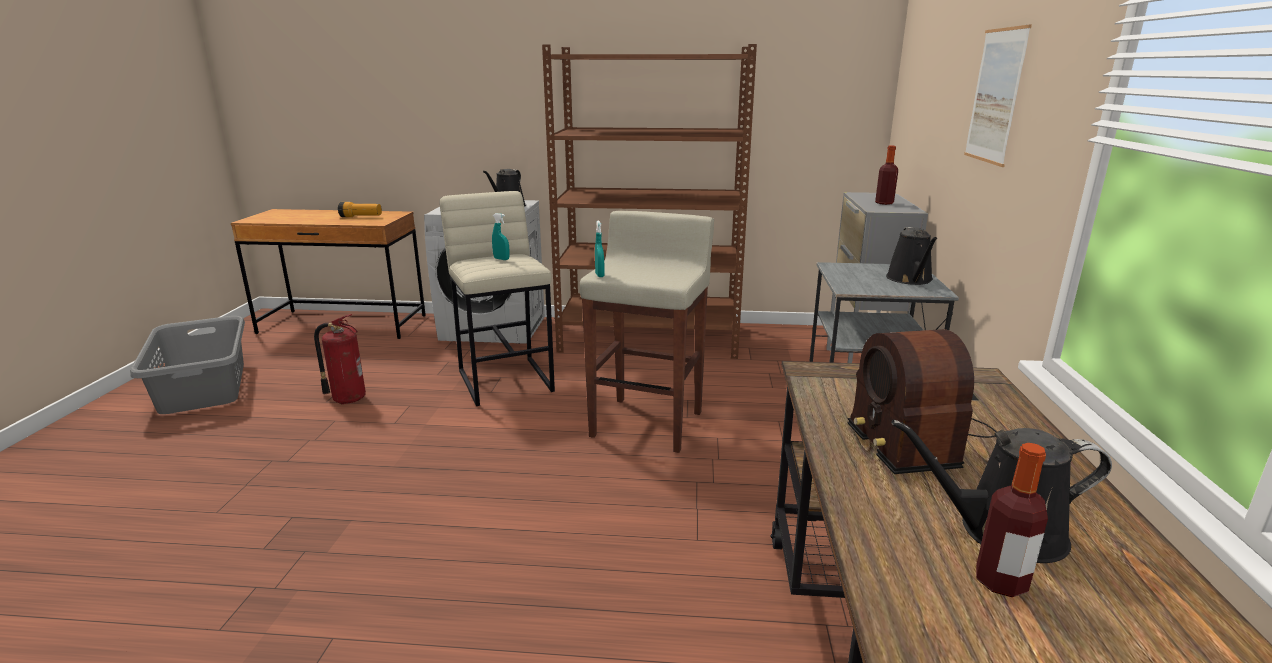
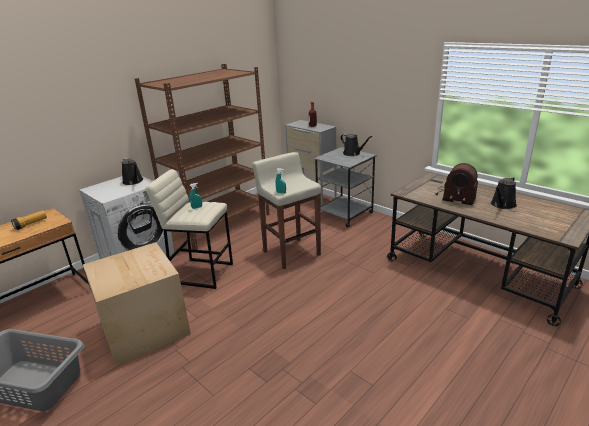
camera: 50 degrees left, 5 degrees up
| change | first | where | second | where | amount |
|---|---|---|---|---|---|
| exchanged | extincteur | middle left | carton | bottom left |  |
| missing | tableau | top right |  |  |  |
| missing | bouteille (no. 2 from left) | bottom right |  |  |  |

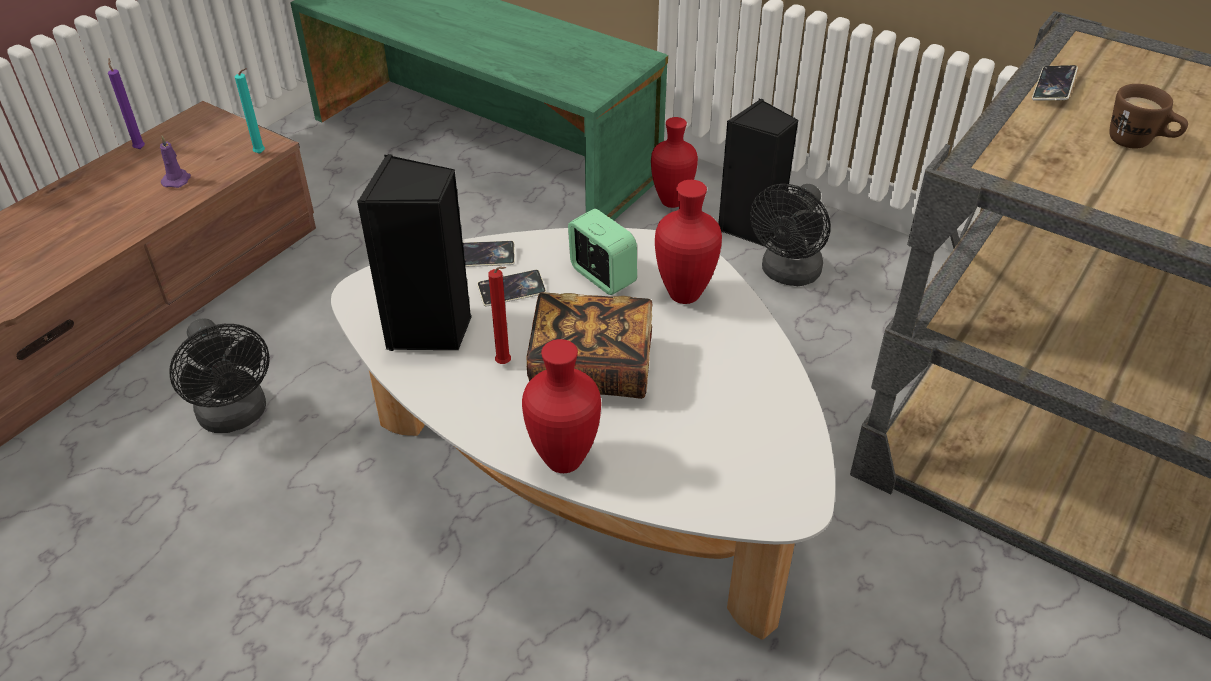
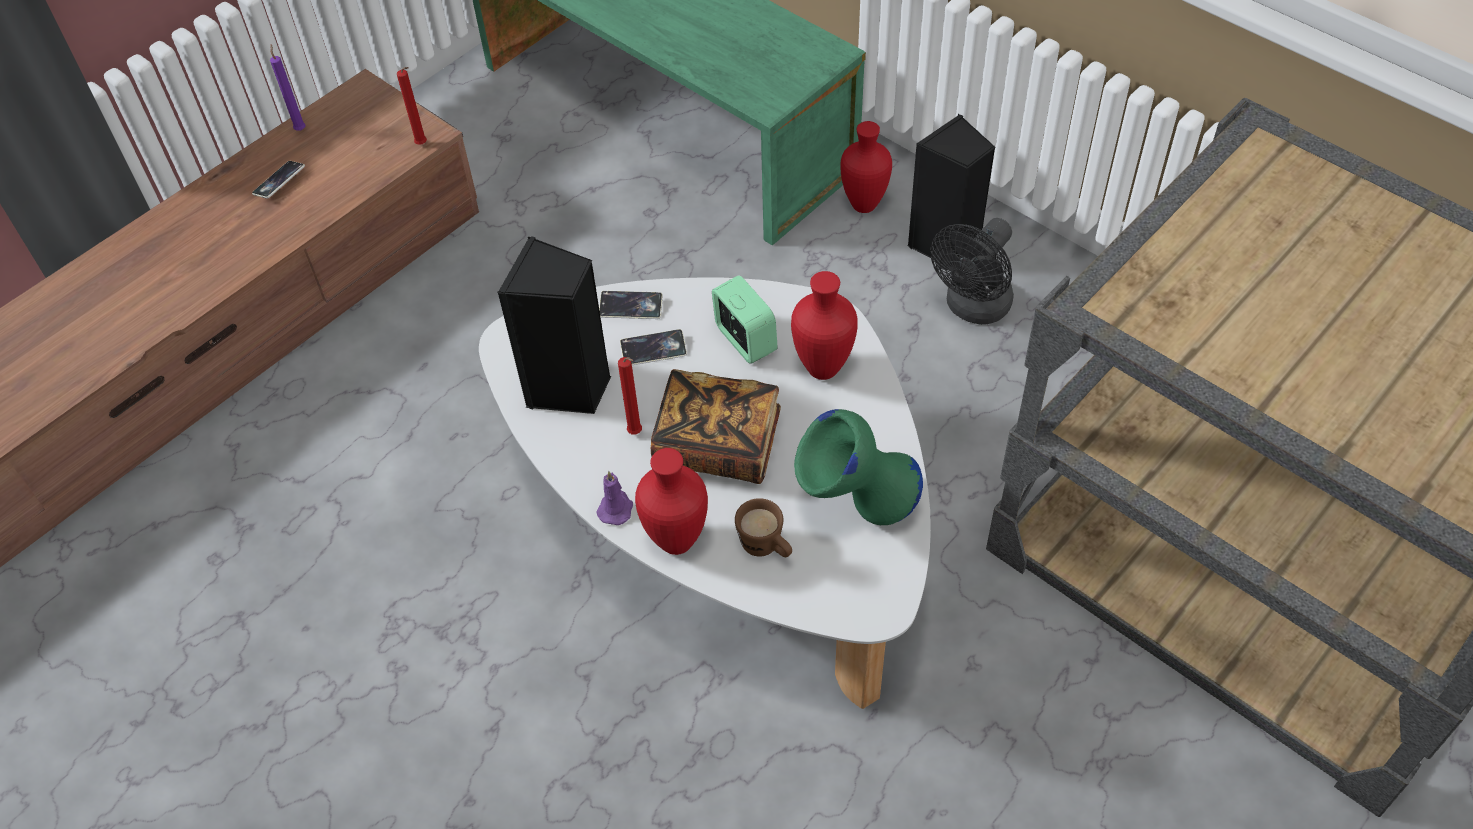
camera: 10 degrees right, 10 degrees up
| change | first | where | second | where | amount |
|---|---|---|---|---|---|
| relocated | téléphone (no. 3 from left in the first image) | top right | téléphone (no. 1 from left) | top left |  |
| colour | bougie/turquoise | top left | bougie/rouge (no. 1 from left) | top left |  |
| relocated | bougie/violet (no. 2 from left) | top left |  | centre |  |
| relocated | mug/marron | top right |  | centre |  |
| appeared |  |  | vase/vert | centre |  |
| missing | ventilateur/noir (no. 1 from left) | middle left |  |  |  |

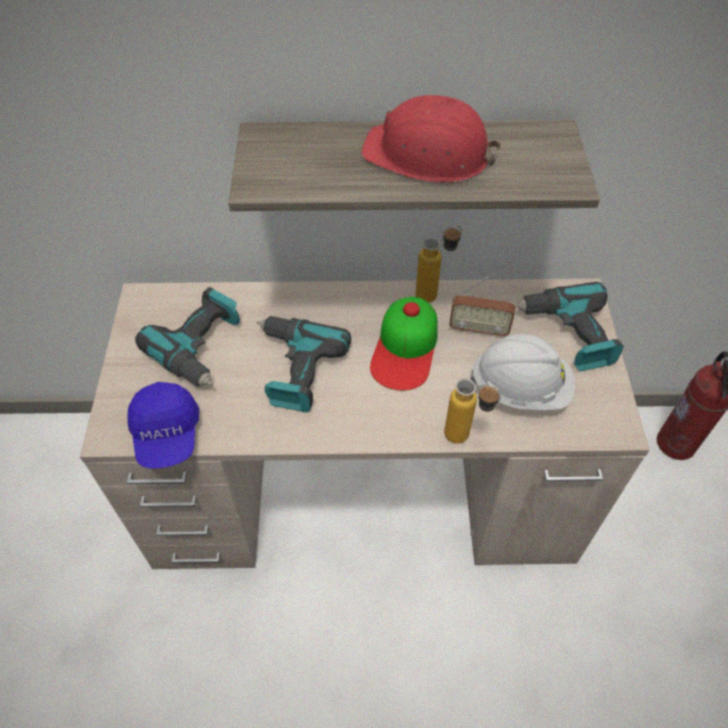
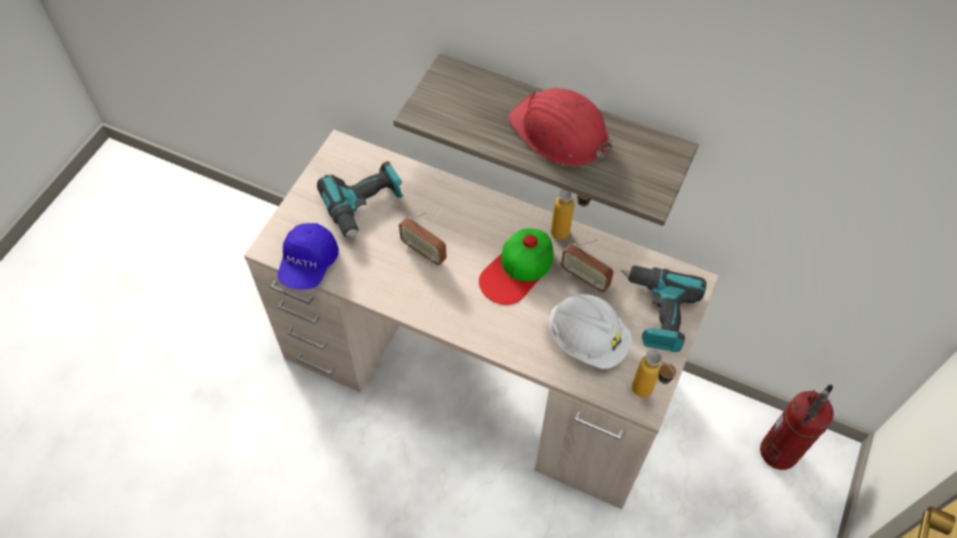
camera: 25 degrees right, 5 degrees up
| change | first | where | second | where | amount |
|---|---|---|---|---|---|
| exchanged | perceuse (no. 2 from left) | centre | radio (no. 1 from left) | centre |  |
| relocated | bouteille (no. 2 from left) | centre |  | bottom right |  |

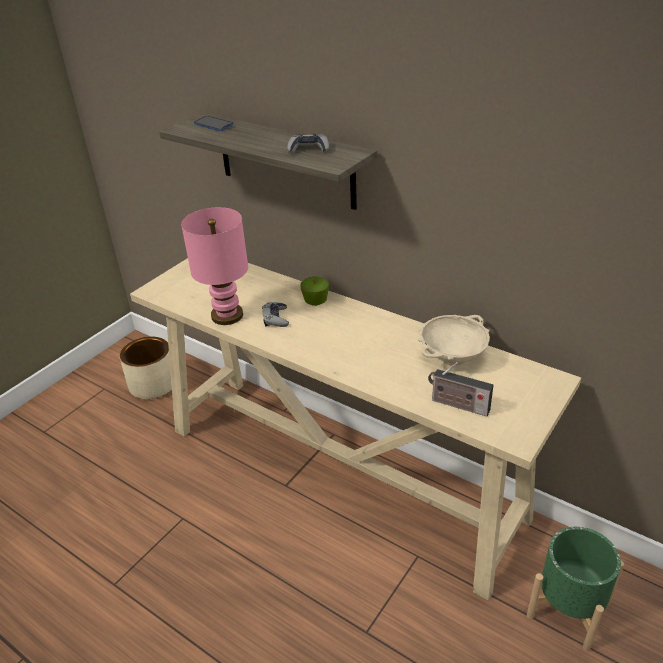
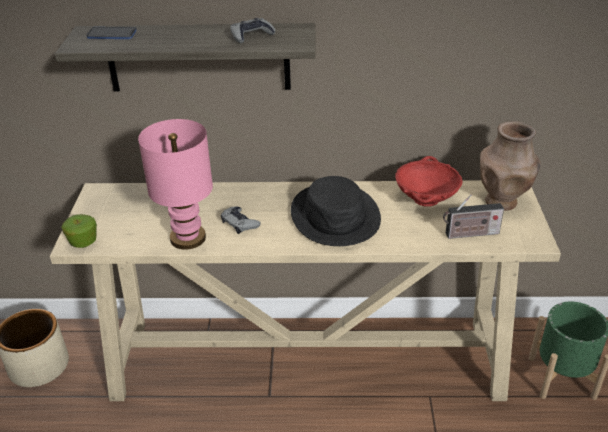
camera: 35 degrees left, 0 degrees up
| change | first | where | second | where | amount |
|---|---|---|---|---|---|
| relocated | pomme | centre |  | middle left |  |
| appeared |  |  | chapeau/noir | centre |  |
| colour | bol/beige | middle right | bol/rouge | middle right |  |
| appeared |  |  | vase/marron | middle right |  |

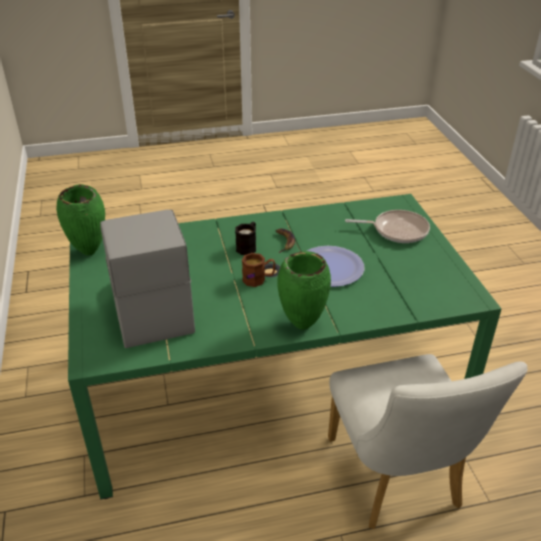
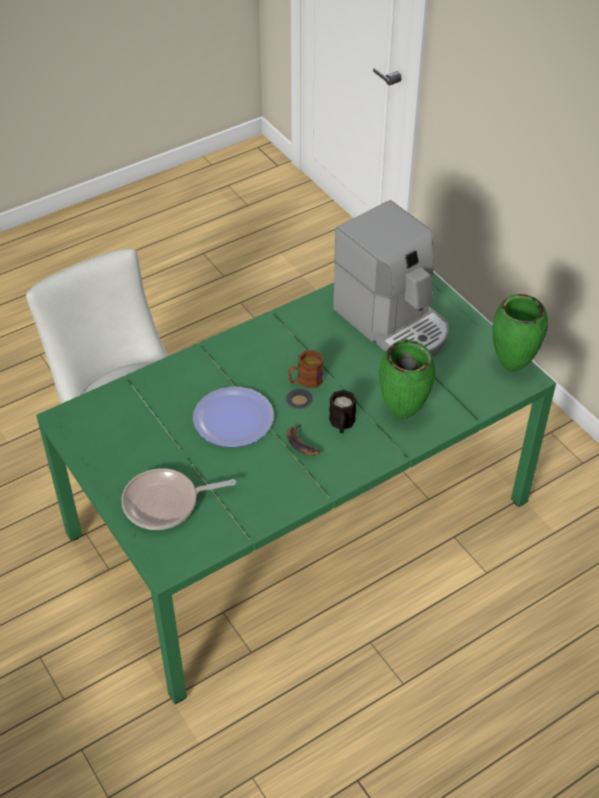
camera: 160 degrees right, 10 degrees up
| change | first | where | second | where | amount |
|---|---|---|---|---|---|
| relocated | vase/vert (no. 2 from left in the first image) | centre | vase/vert (no. 1 from left) | middle right |  |

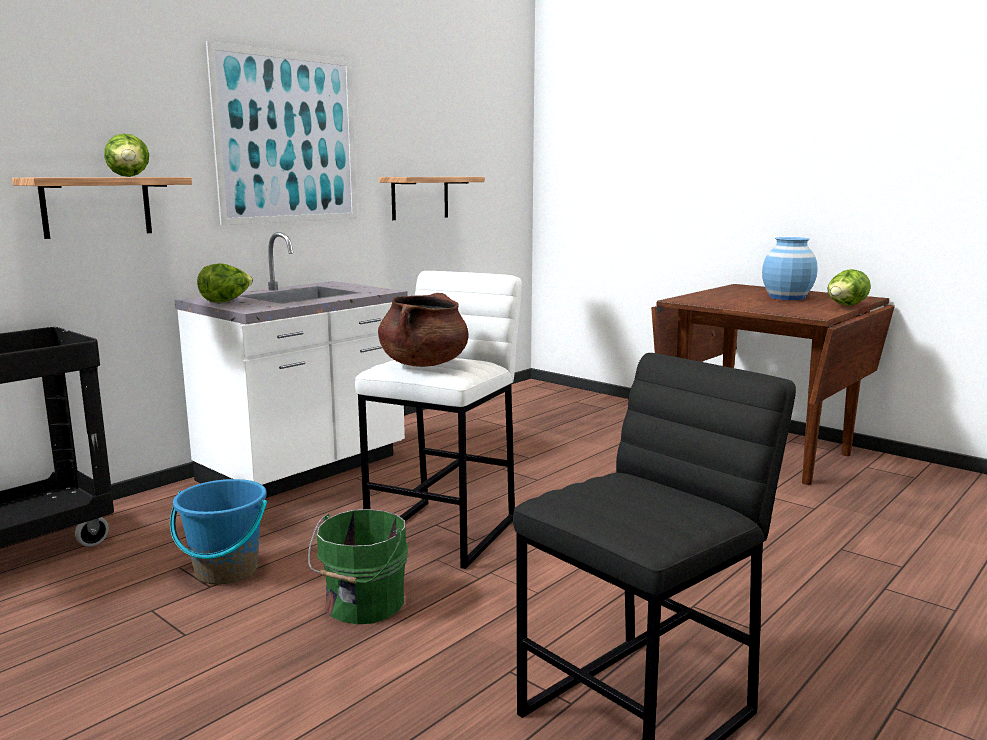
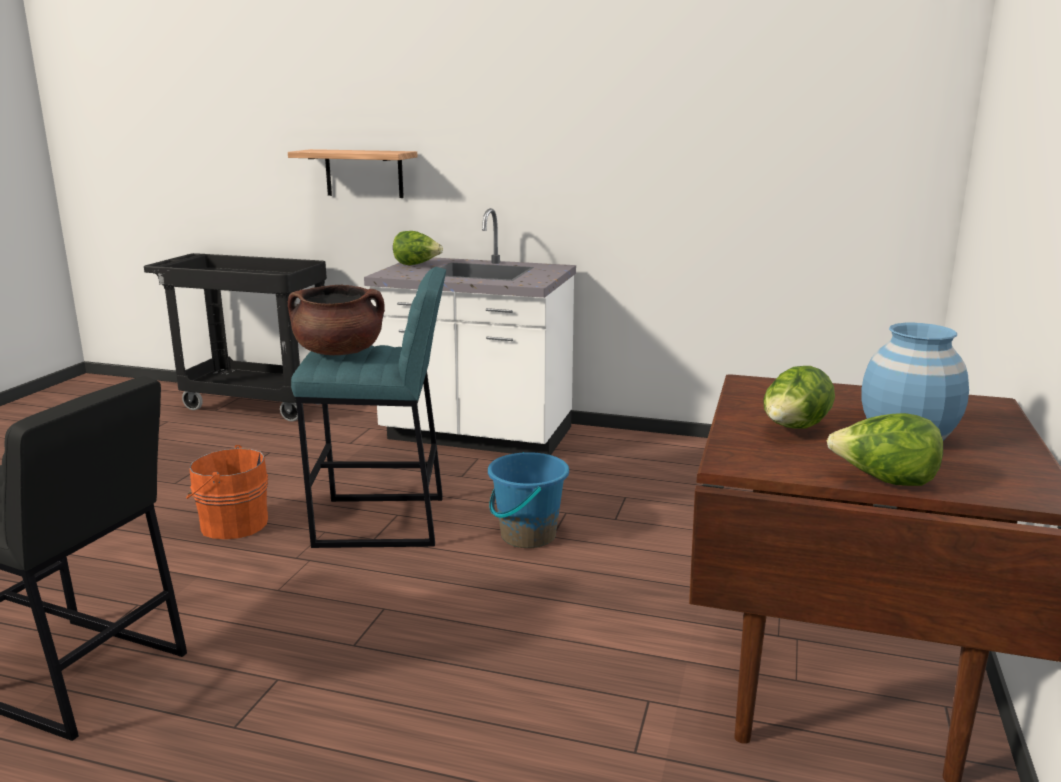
camera: 65 degrees right, 5 degrees up
| change | first | where | second | where | amount |
|---|---|---|---|---|---|
| colour | seau/vert | bottom centre | seau/orange | middle left |  |
| colour | tabouret/blanc | centre | tabouret/turquoise | centre |  |
| relocated | seau/bleu | bottom left |  | centre |  |
| relocated | laitue (no. 1 from left in the first image) | top left | laitue (no. 2 from left) | middle right |  |
| missing | tableau | top left |  |  |  |
| missing | étagère (no. 2 from left) | top centre |  |  |  |

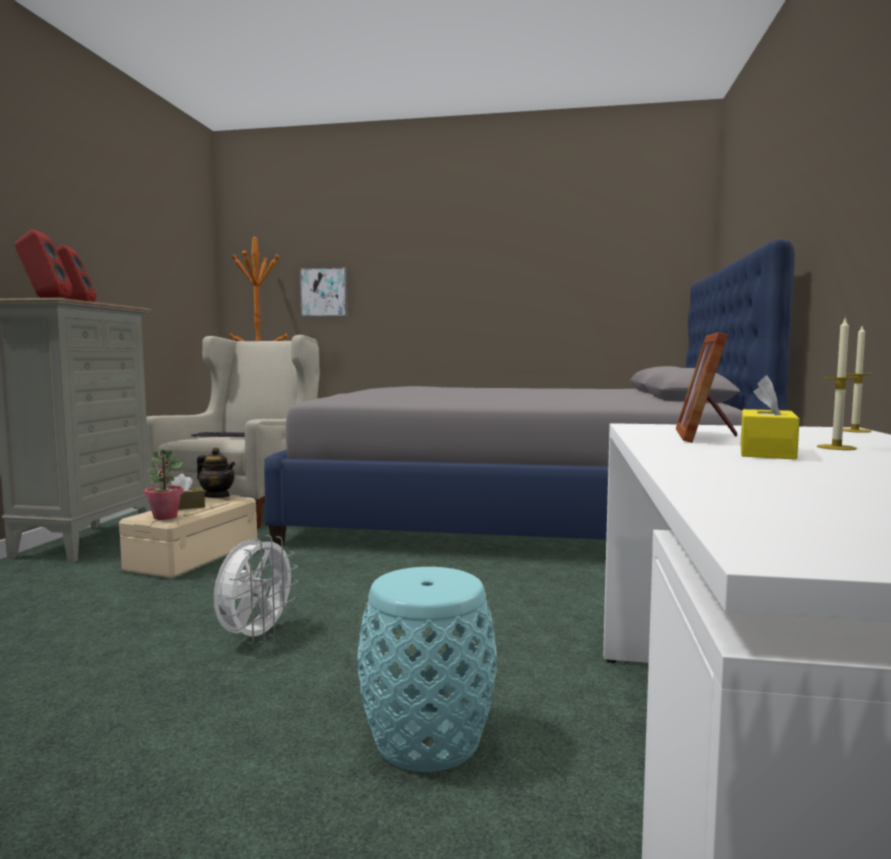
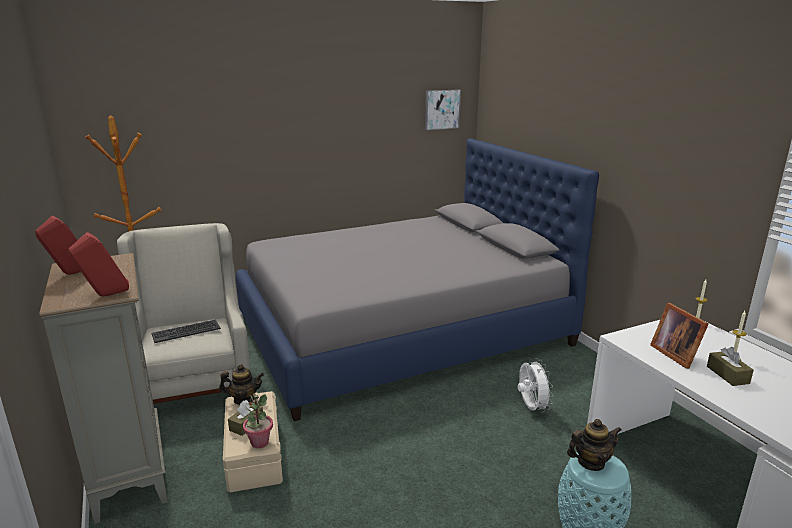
camera: 35 degrees left, 15 degrees up
| change | first | where | second | where | amount |
|---|---|---|---|---|---|
| relocated | tableau | centre |  | top centre |  |
| relocated | ventilateur/blanc | bottom left |  | bottom right |  |
| appeared |  |  | théière (no. 2 from left) | bottom right |  |
| colour | boîte à mouchoirs/jaune | middle right | boîte à mouchoirs/marron (no. 2 from left) | bottom right |  |

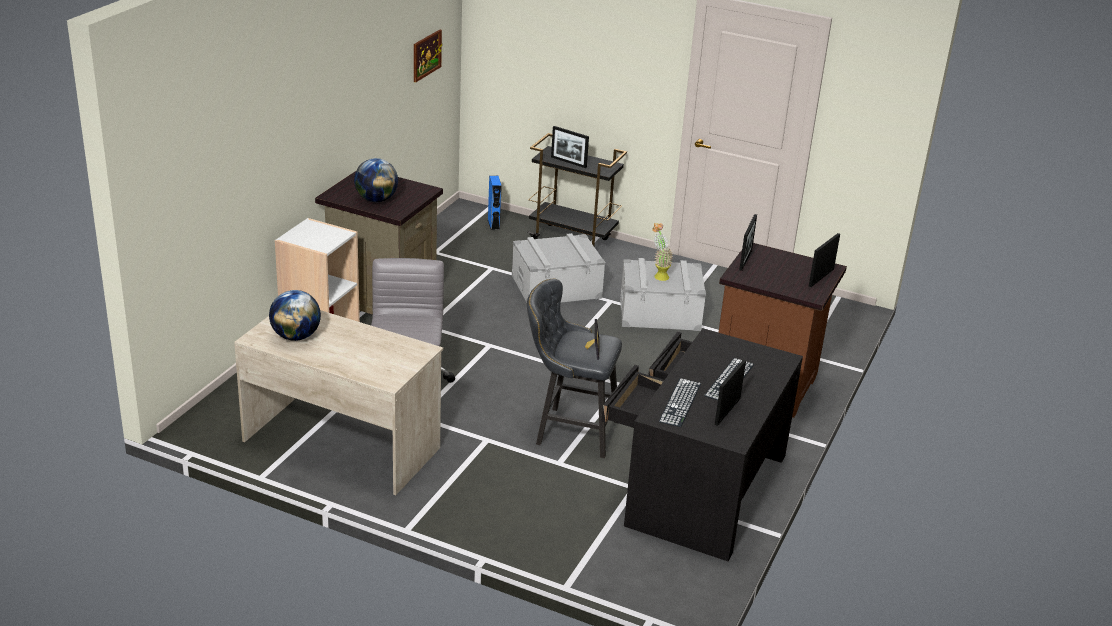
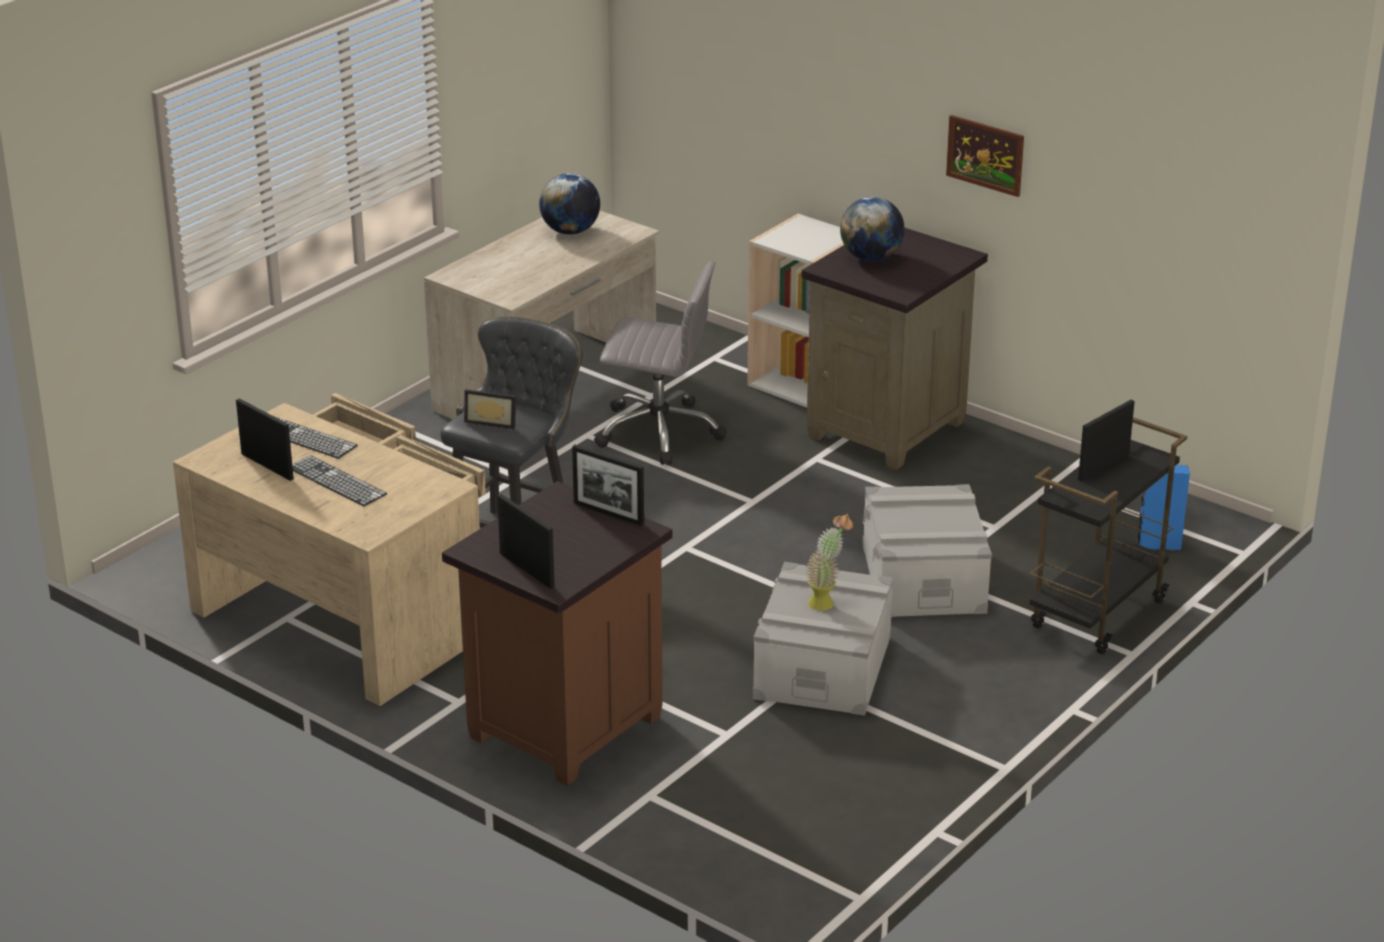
camera: 105 degrees right, 0 degrees up
| change | first | where | second | where | amount |
|---|---|---|---|---|---|
| colour | bureau/noir | bottom centre | bureau/beige (no. 1 from left) | middle left |  |
| relocated | tableau | top centre |  | top right |  |

